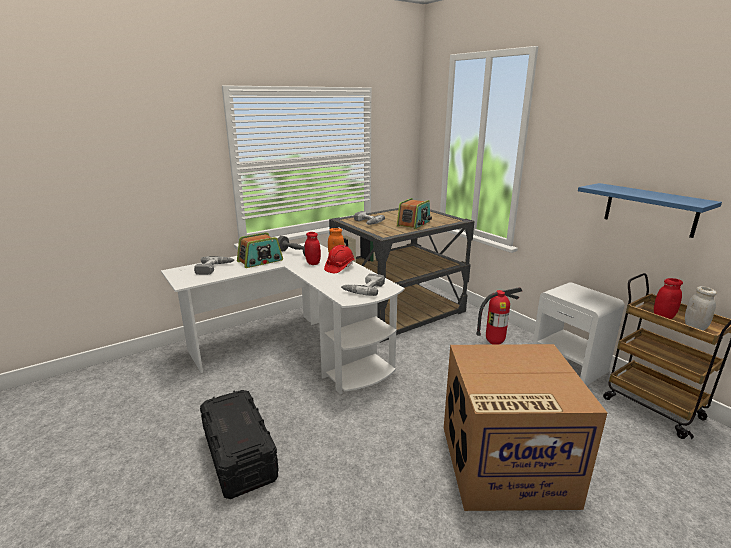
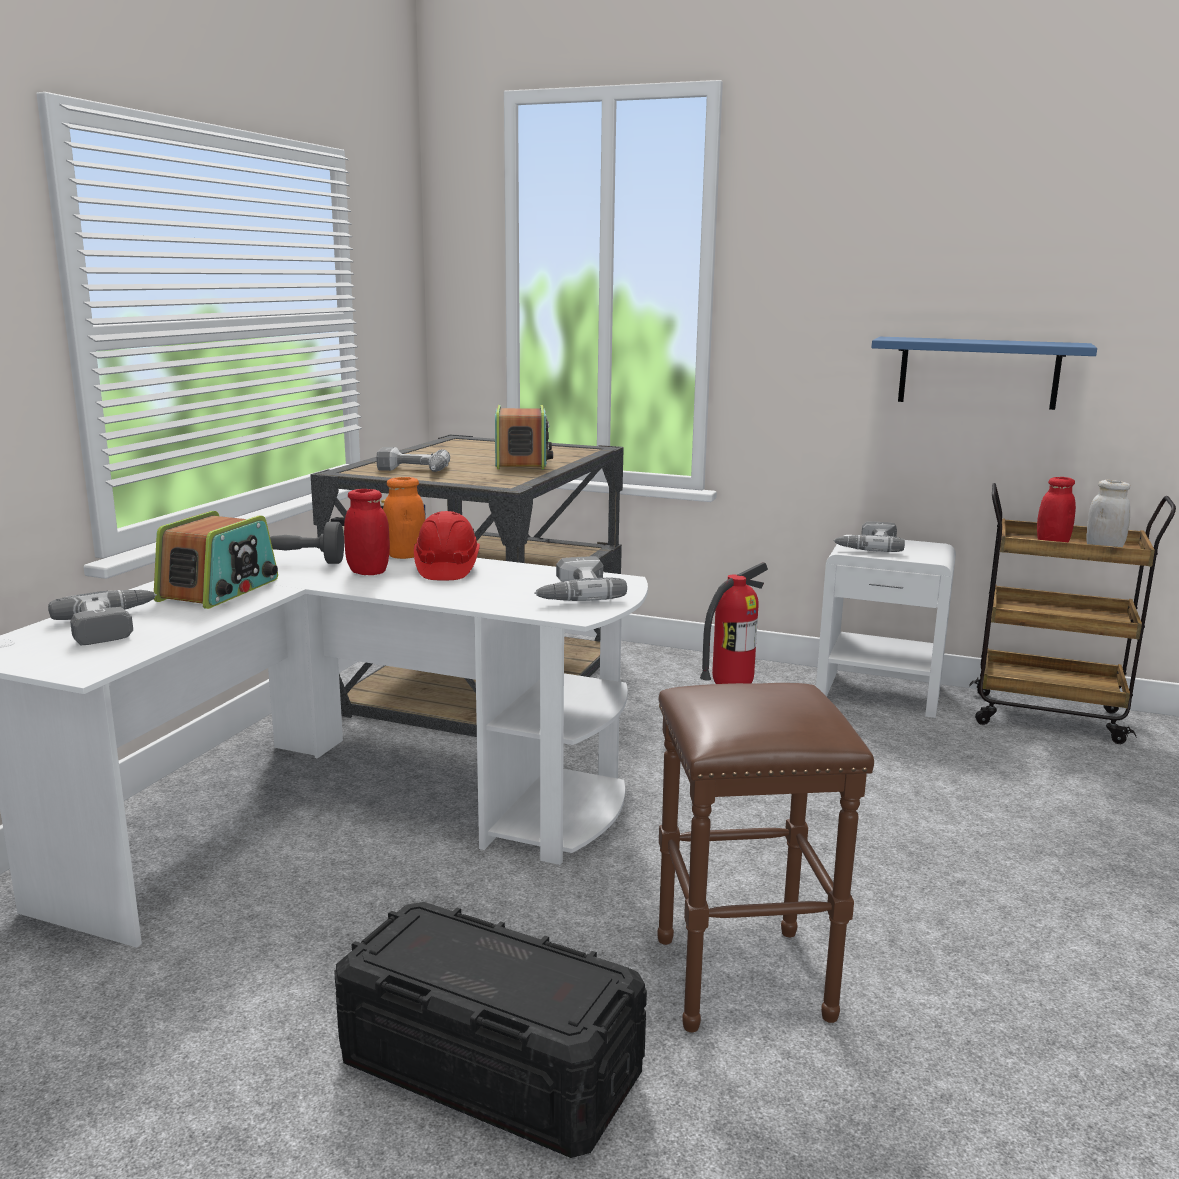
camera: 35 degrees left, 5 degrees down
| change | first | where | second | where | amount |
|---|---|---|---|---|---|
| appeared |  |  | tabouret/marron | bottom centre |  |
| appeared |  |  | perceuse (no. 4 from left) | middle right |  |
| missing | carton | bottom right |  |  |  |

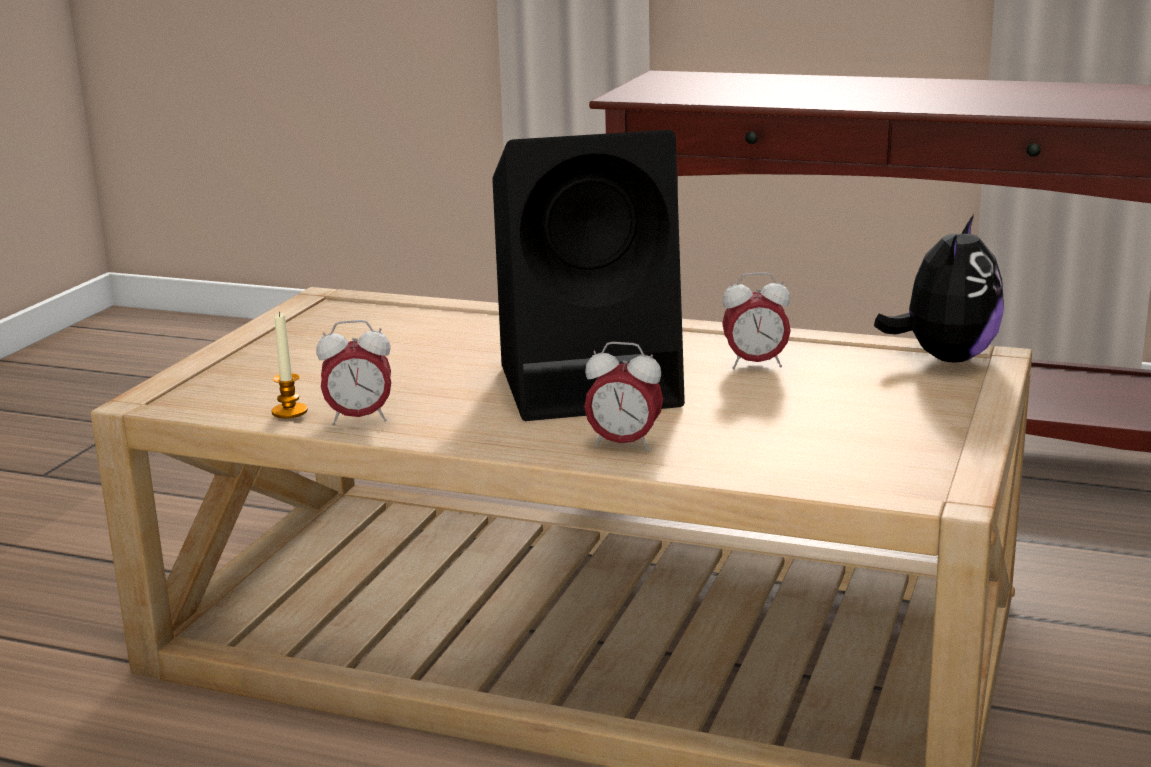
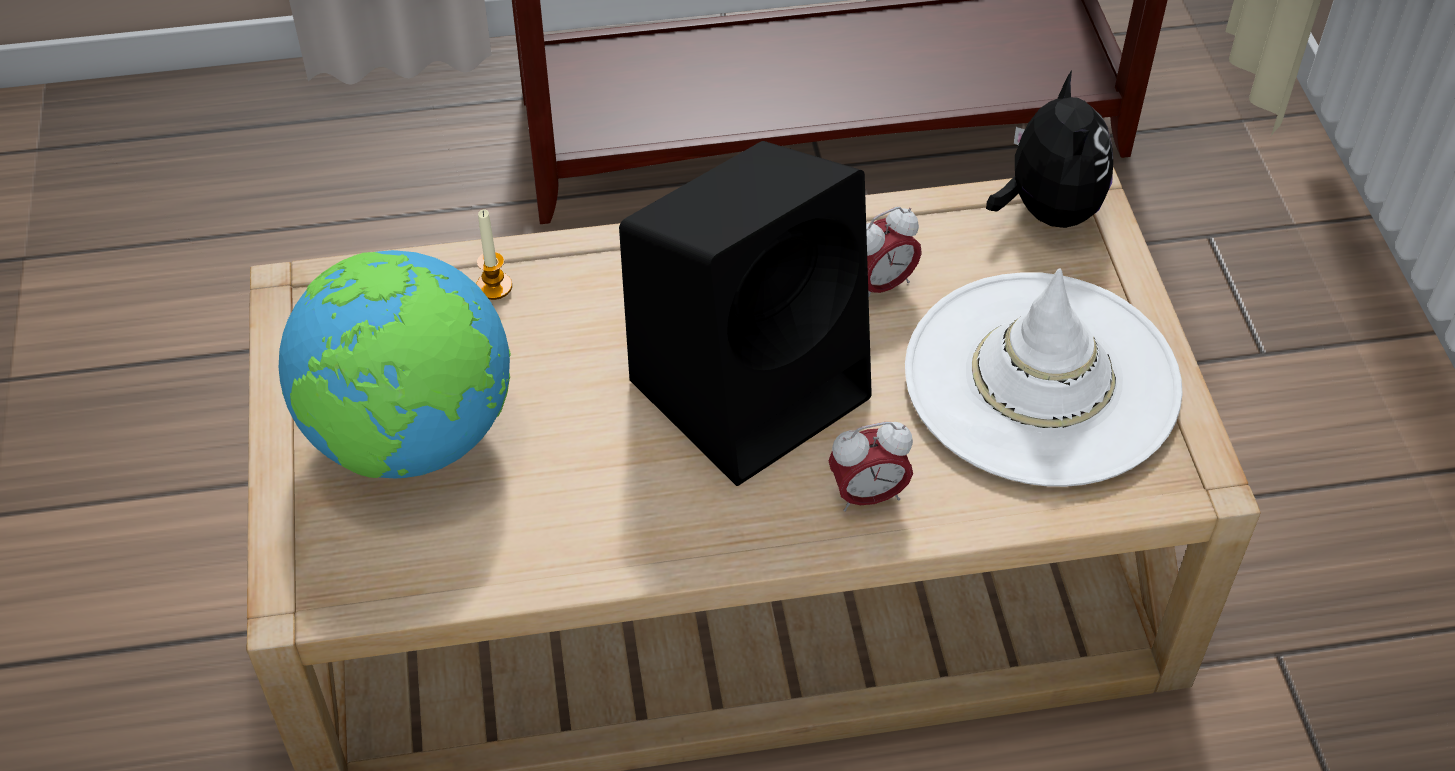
camera: 30 degrees left, 30 degrees up
| change | first | where | second | where | amount |
|---|---|---|---|---|---|
| appeared |  |  | globe | middle left |  |
| relocated | bougie | middle left |  | top centre |  |
| appeared |  |  | chapeau/blanc | middle right |  |
| missing | réveil (no. 1 from left) | middle left |  |  |  |

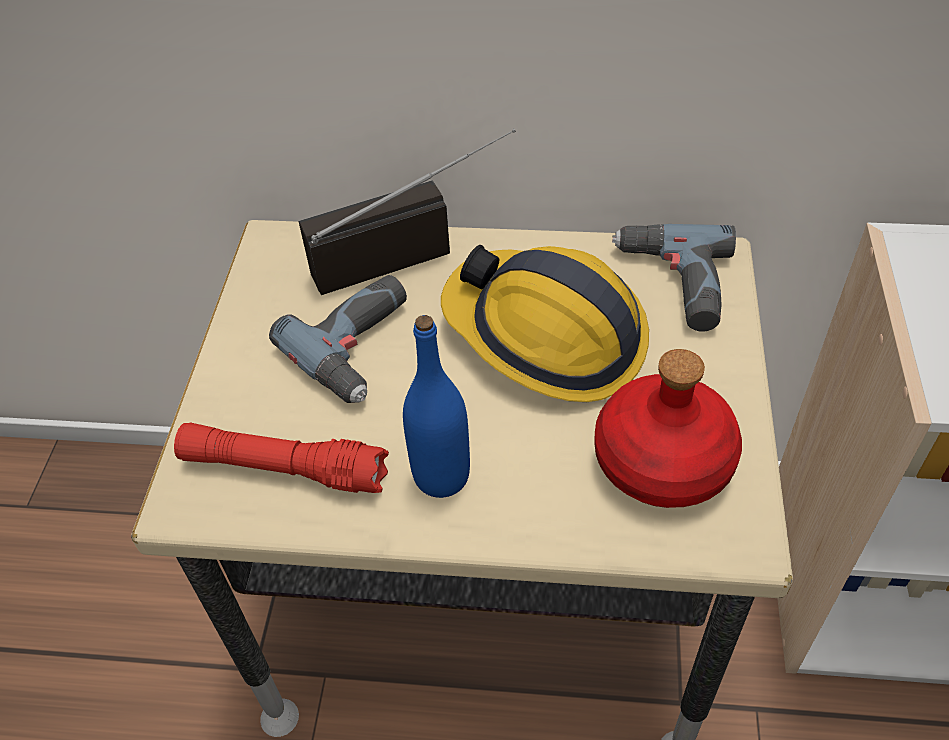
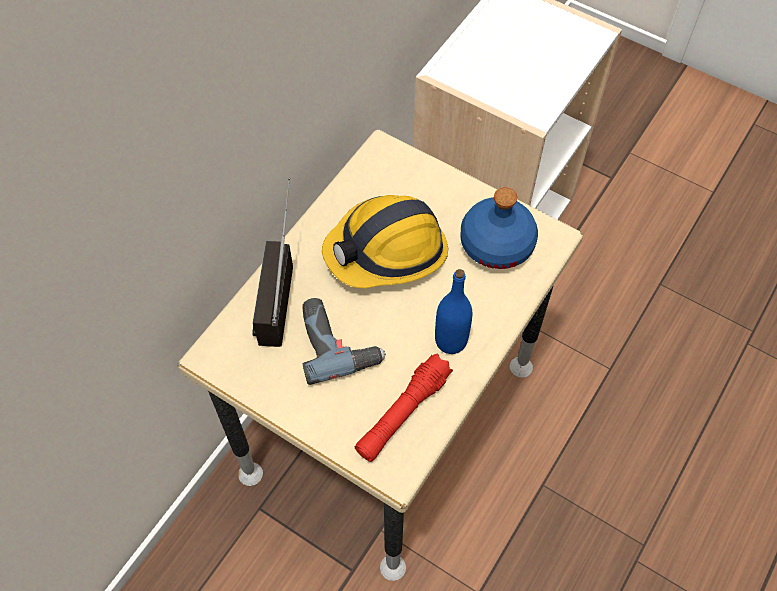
camera: 65 degrees left, 10 degrees up
| change | first | where | second | where | amount |
|---|---|---|---|---|---|
| colour | bouteille/rouge | middle right | bouteille/bleu (no. 2 from left) | centre |  |
| missing | perceuse (no. 2 from left) | middle right |  |  |  |

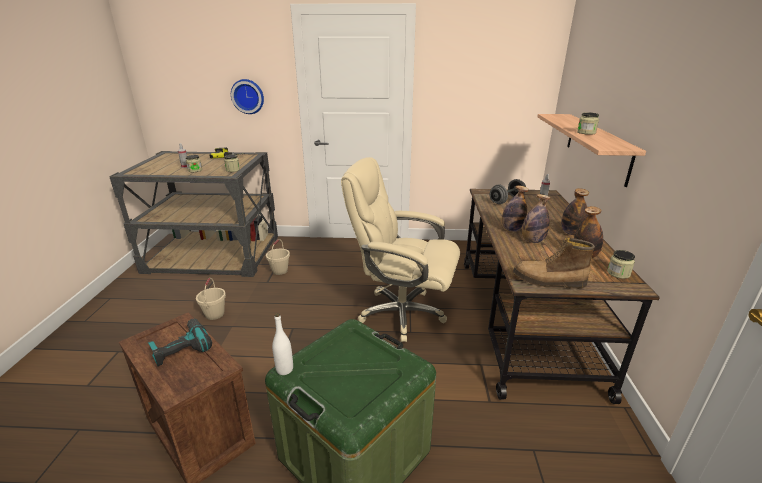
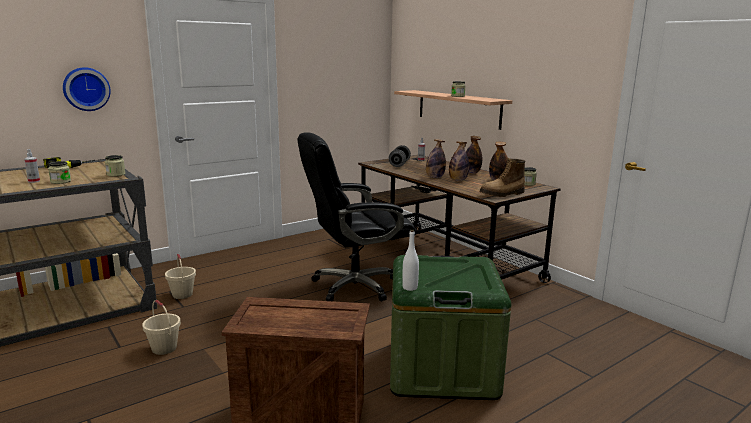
camera: 40 degrees left, 10 degrees down
| change | first | where | second | where | amount |
|---|---|---|---|---|---|
| colour | chaise de bureau/beige | centre | chaise de bureau/noir | centre |  |
| missing | perceuse (no. 1 from left) | bottom left |  |  |  |

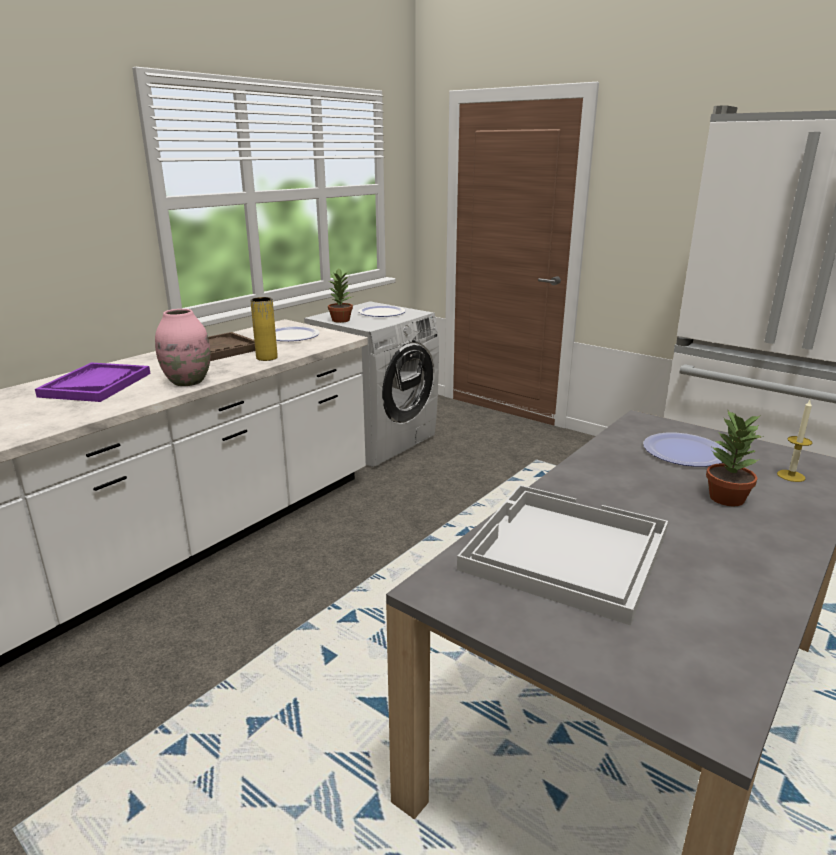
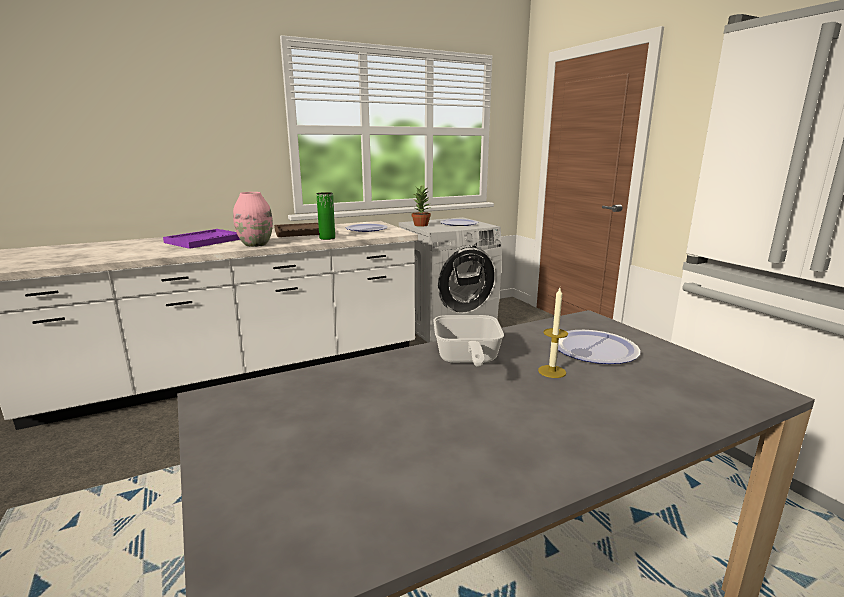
camera: 25 degrees right, 5 degrees down
| change | first | where | second | where | amount |
|---|---|---|---|---|---|
| colour | vase/jaune | middle left | vase/vert | centre |  |
| appeared |  |  | poêle | centre |  |
| relocated | bougie | middle right |  | centre |  |
| missing | plateau/blanc | middle right |  |  |  |
| missing | plante en pot (no. 2 from left) | middle right |  |  |  |

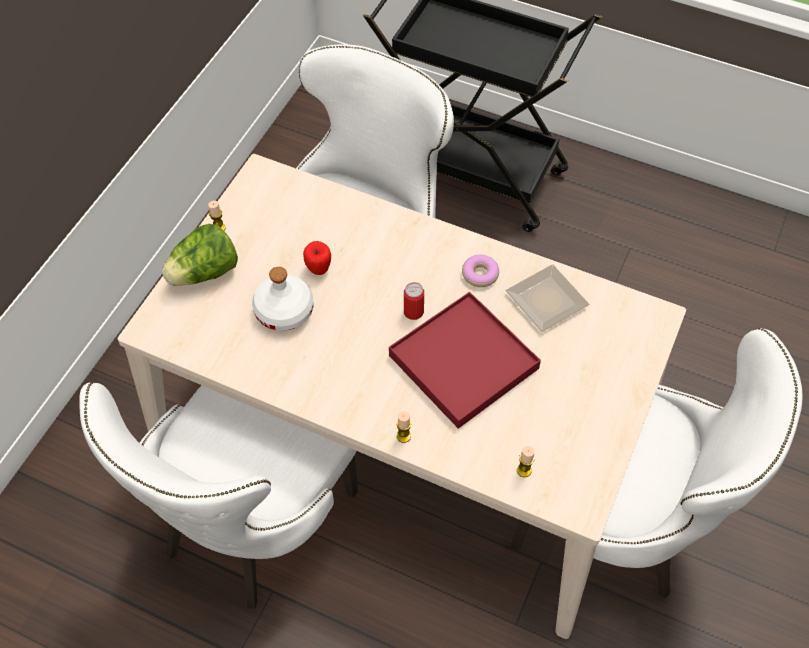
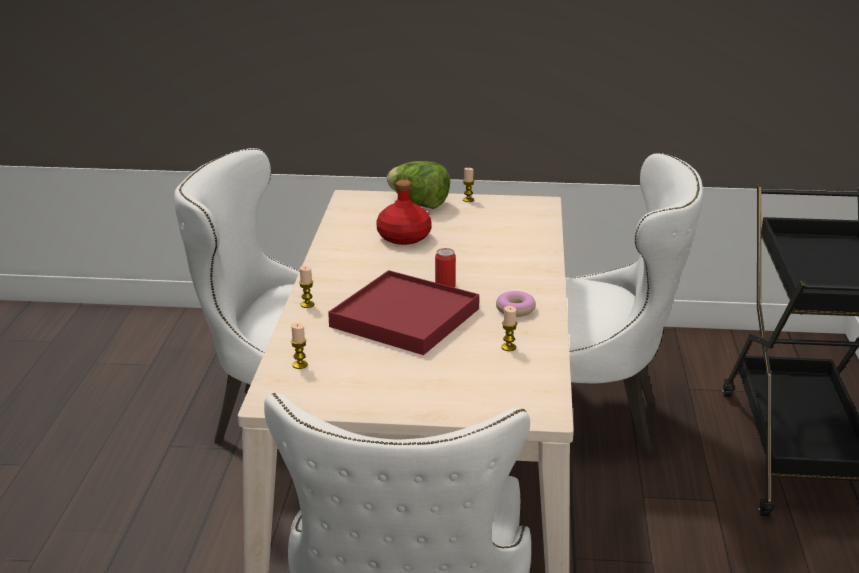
camera: 70 degrees right, 30 degrees down
| change | first | where | second | where | amount |
|---|---|---|---|---|---|
| colour | bouteille/blanc | centre | bouteille/rouge | centre |  |
| exchanged | assiette | middle right | bougie (no. 4 from left) | centre |  |
| missing | pomme | centre |  |  |  |

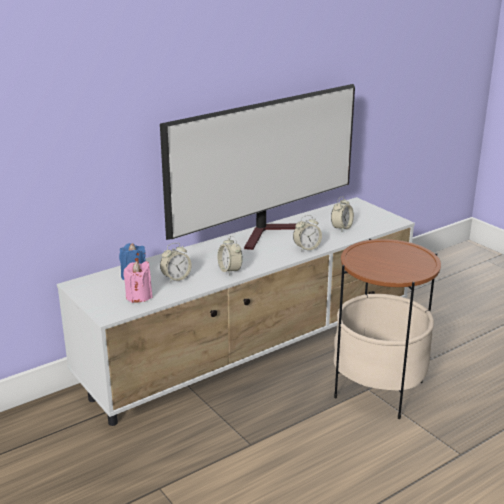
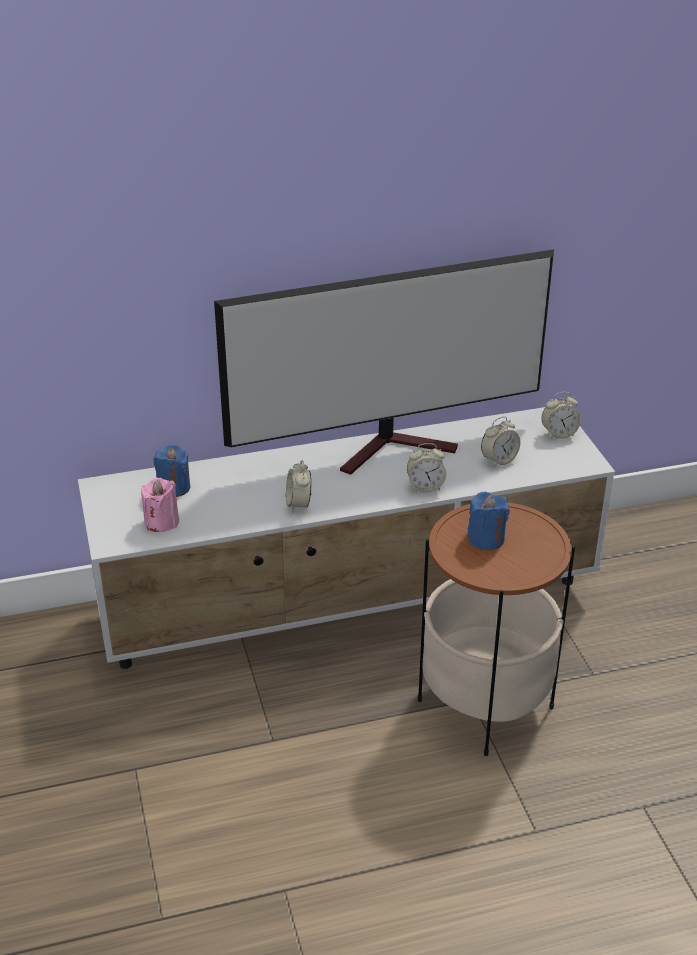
camera: 20 degrees right, 10 degrees up
| change | first | where | second | where | amount |
|---|---|---|---|---|---|
| appeared |  |  | bougie/bleu (no. 2 from left) | middle right |  |
| relocated | réveil (no. 1 from left in the first image) | centre | réveil (no. 4 from left) | middle right |  |

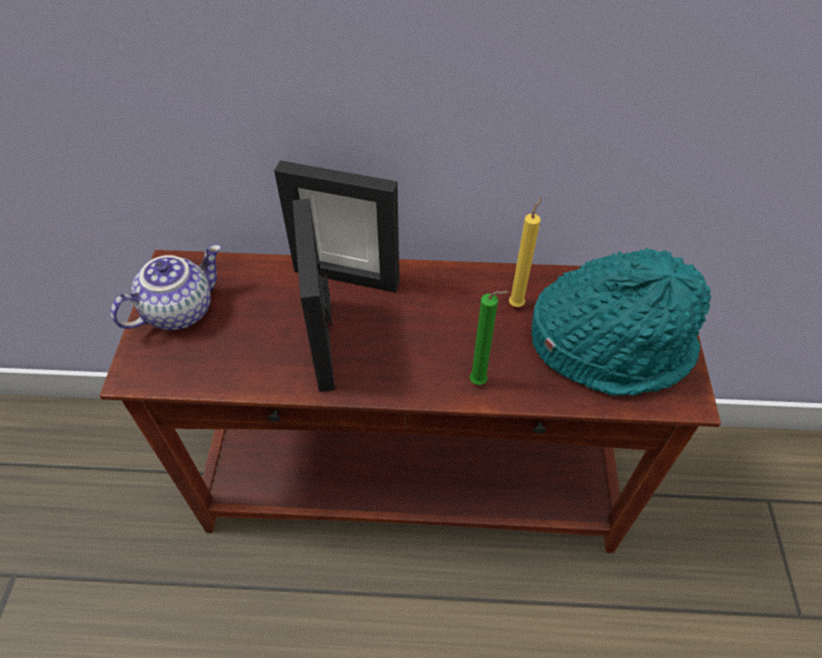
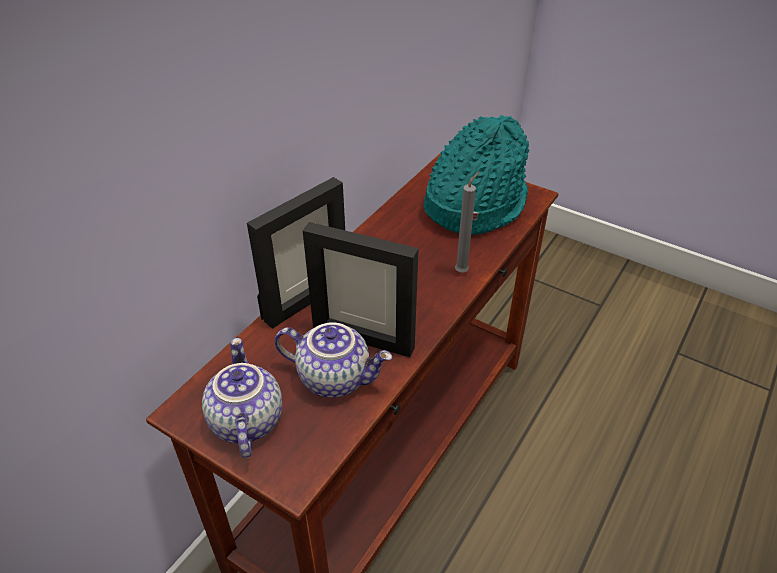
camera: 60 degrees left, 10 degrees down
| change | first | where | second | where | amount |
|---|---|---|---|---|---|
| appeared |  |  | théière (no. 2 from left) | centre |  |
| colour | bougie/vert | centre | bougie/gris | centre |  |
| missing | bougie/jaune | centre |  |  |  |

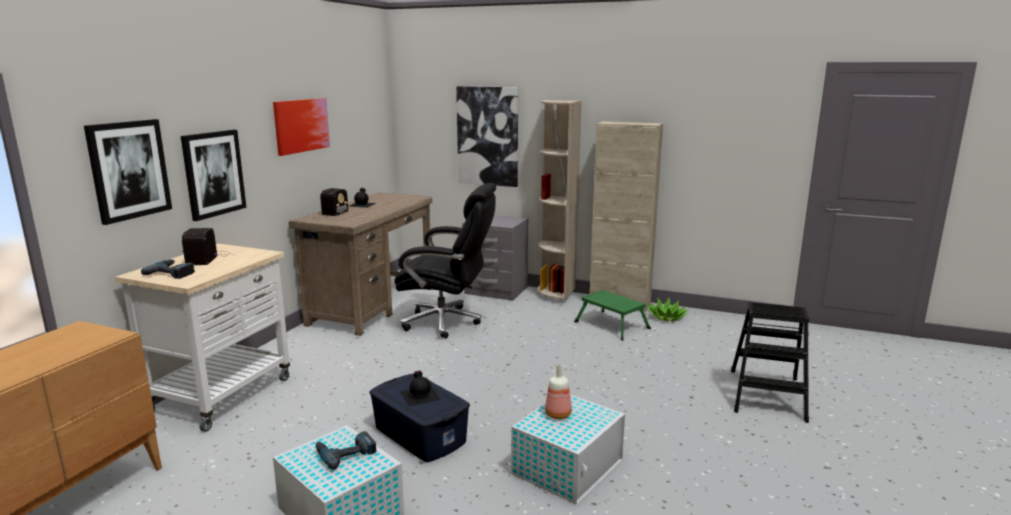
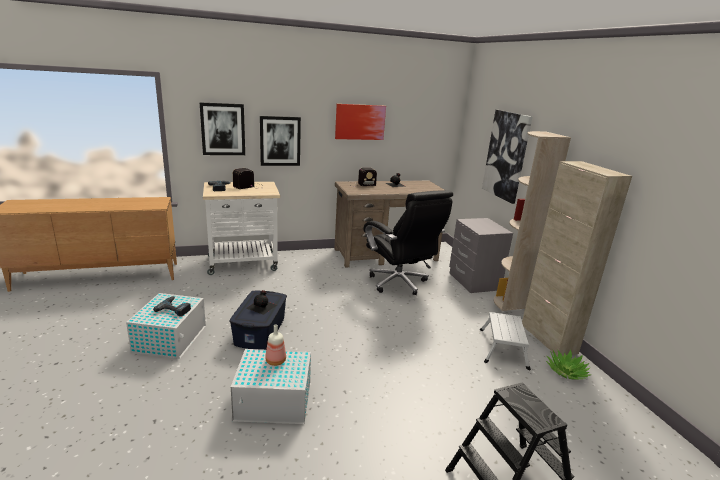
camera: 50 degrees right, 5 degrees up
| change | first | where | second | where | amount |
|---|---|---|---|---|---|
| colour | escabeau/vert | centre | escabeau/blanc | bottom right |  |

